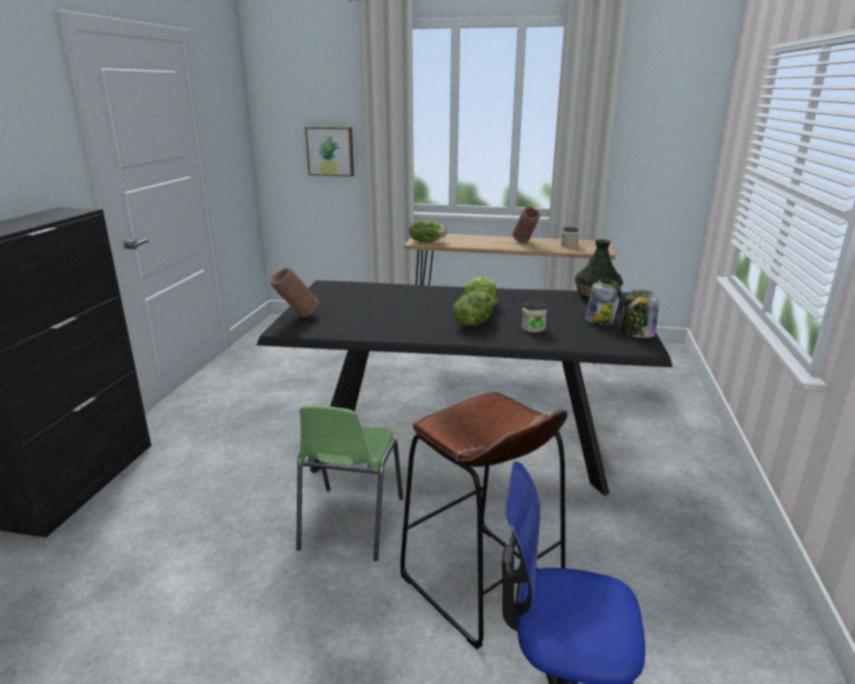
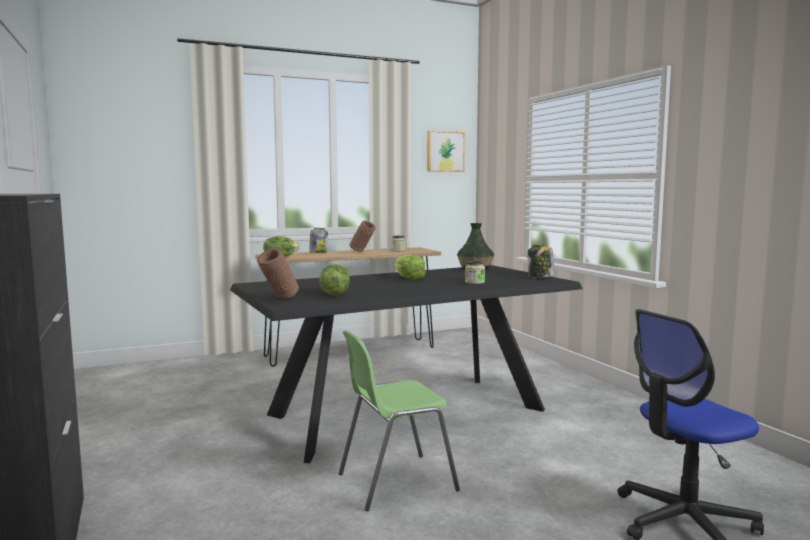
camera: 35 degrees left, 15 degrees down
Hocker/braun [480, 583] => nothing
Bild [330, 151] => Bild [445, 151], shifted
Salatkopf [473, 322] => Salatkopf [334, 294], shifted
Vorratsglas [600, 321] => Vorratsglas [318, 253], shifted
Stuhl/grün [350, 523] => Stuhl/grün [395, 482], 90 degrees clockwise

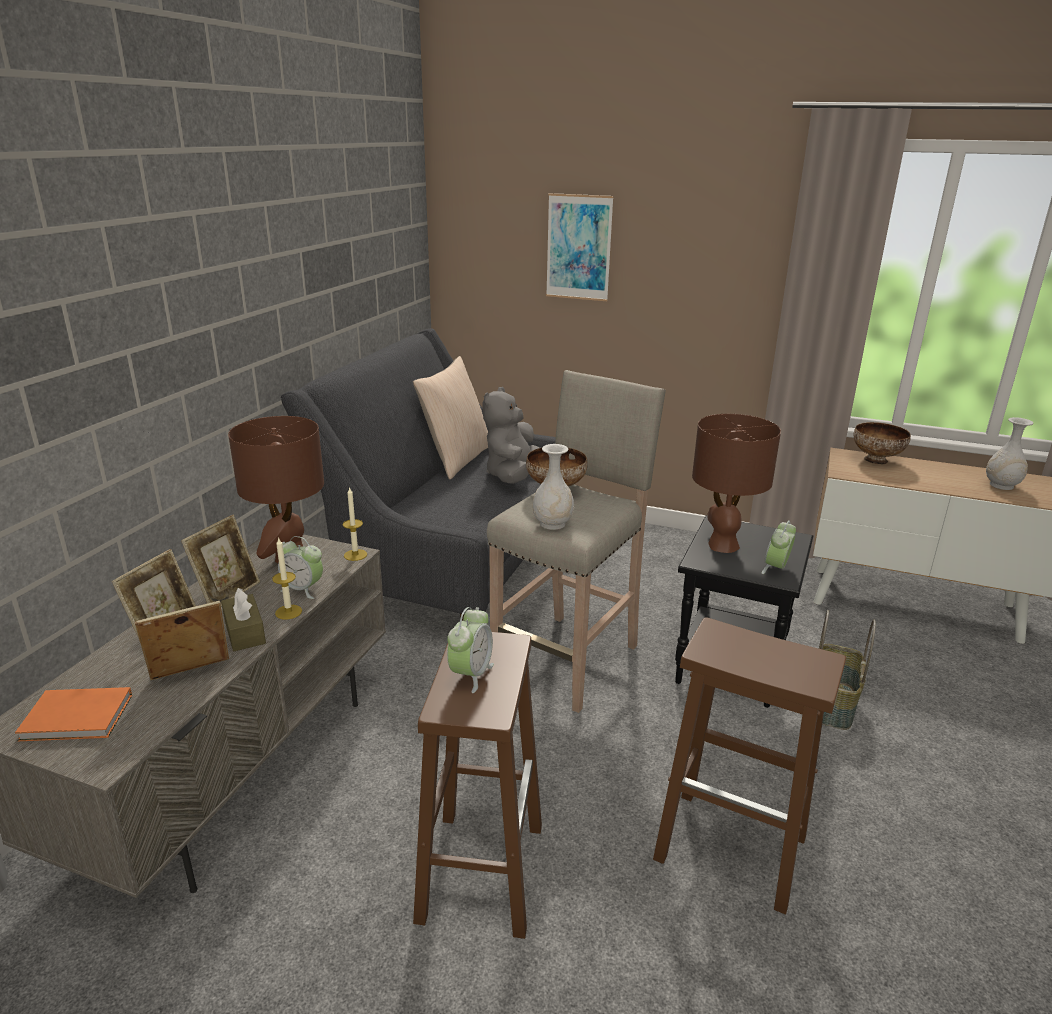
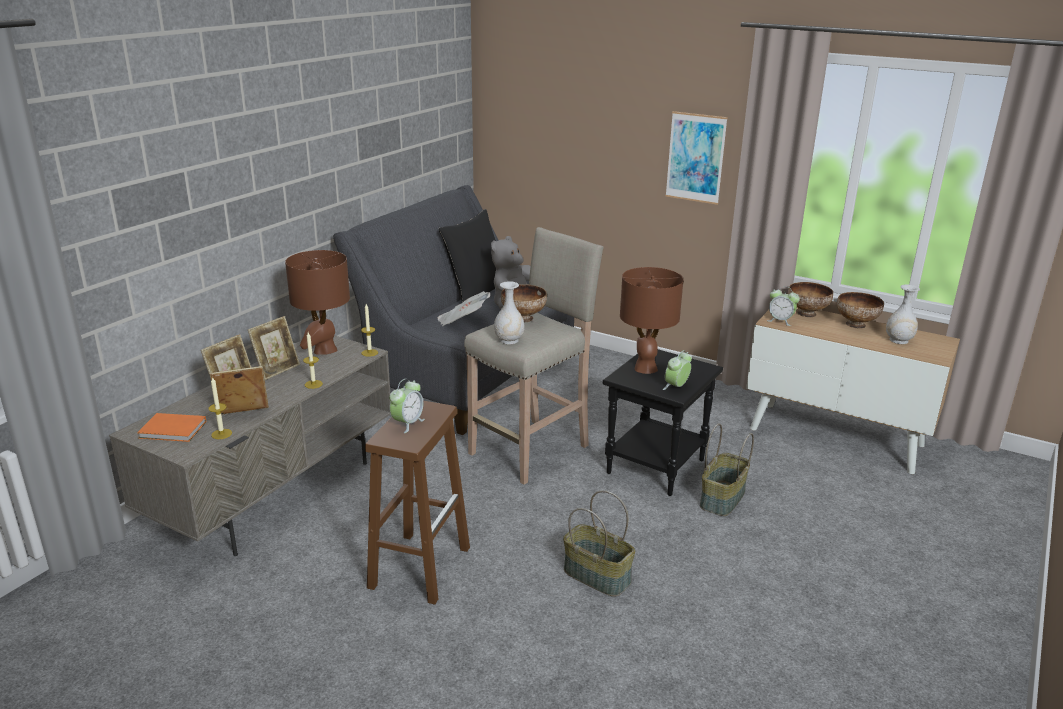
camera: 10 degrees right, 0 degrees up
Taschentuchbox/braun [245, 632] => nothing
nothing => Kerze [221, 434]
nothing => Zeitung [462, 322]
nothing => Schüssel [856, 325]
Wecker [303, 589] => Wecker [780, 321], shifted
Bild [578, 247] => Bild [695, 158], shifted
Hocker/braun [733, 848] => Korb [598, 575]
Kissen/beige [456, 459] => Kissen/schwarz [476, 292]

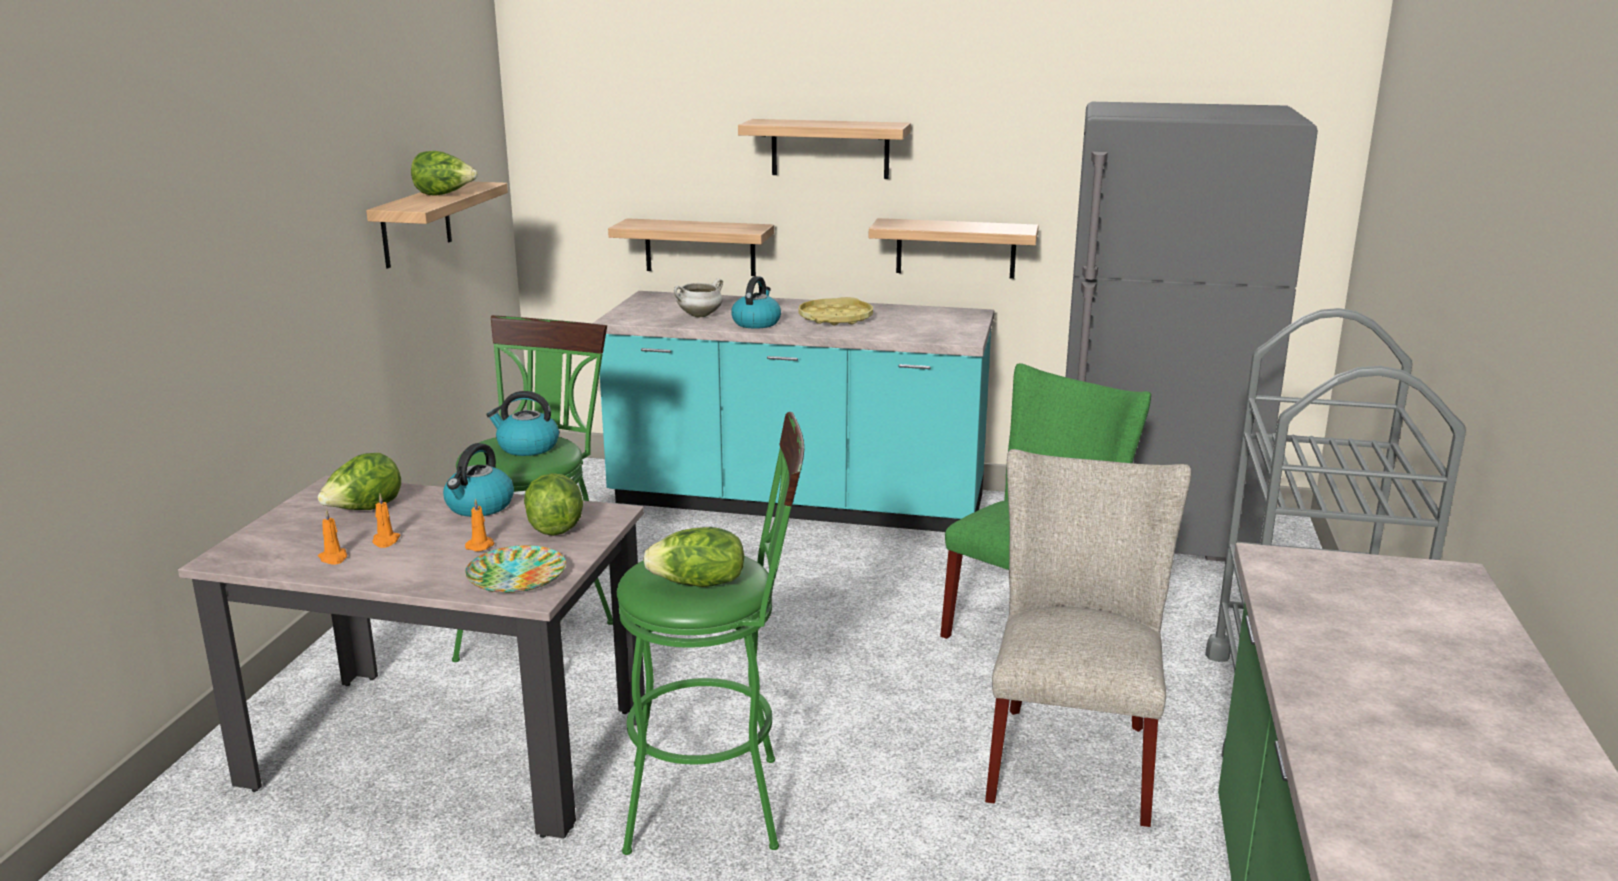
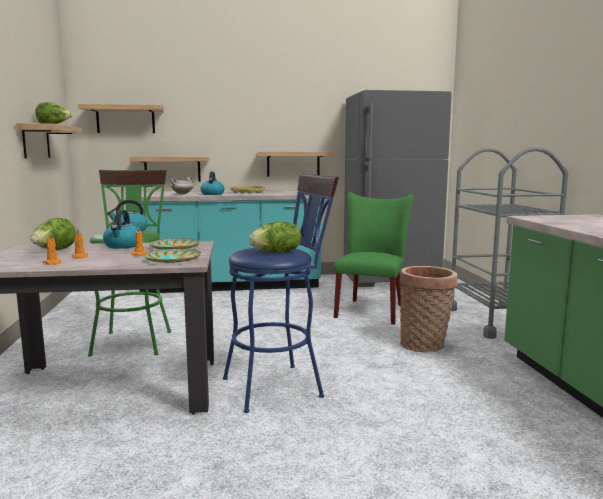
camera: 20 degrees left, 10 degrees down
Wandregal [830, 148] => Wandregal [125, 119], shifted
Salatkopf [555, 526] => Teller [174, 247]
Stuhl/beige [1071, 755] => Korb [425, 345]
Hocker/grün [720, 803] => Hocker/blau [280, 385]

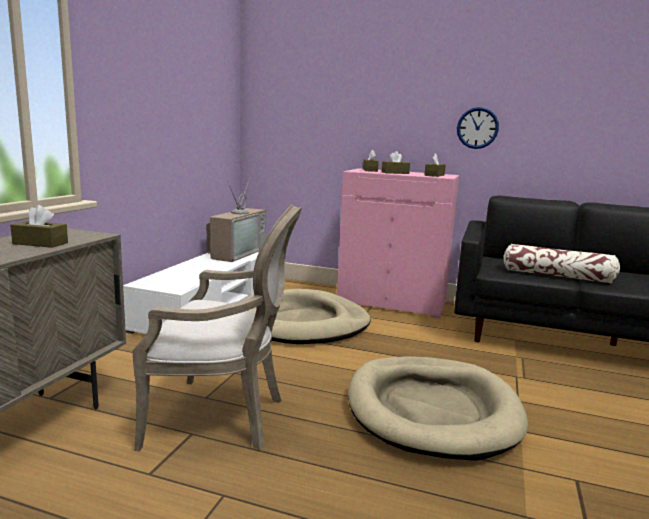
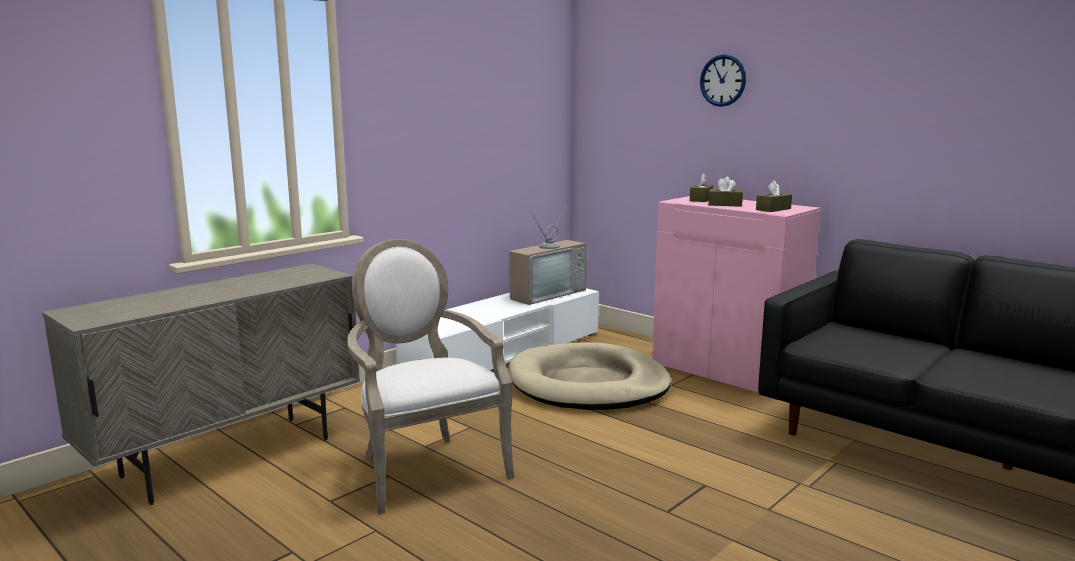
camera: 25 degrees right, 0 degrees up
Taschentuchbox/braun [40, 243] => nothing
Hundebett/beige [432, 410] => nothing
Kissen [557, 276] => nothing
Wanduhr [477, 128] => Wanduhr [723, 80], shifted
Sessel [223, 418] => Sessel [426, 467], 150 degrees counterclockwise

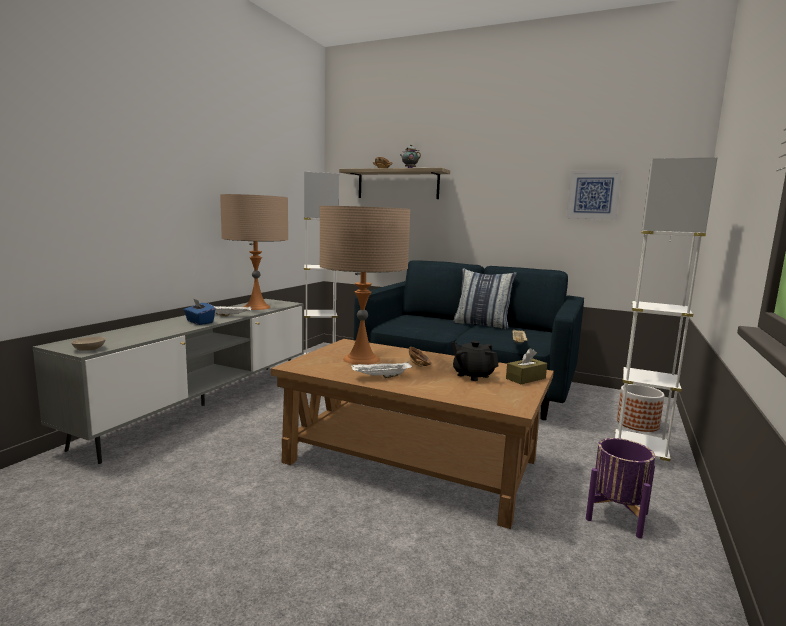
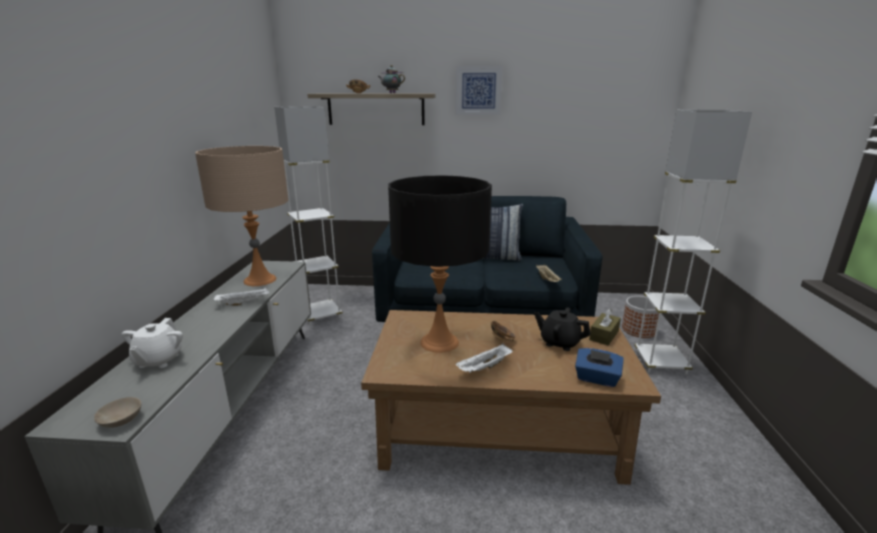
camera: 20 degrees left, 10 degrees up
Pflanzkübel/lila [617, 516] => nothing
nothing => Teekanne/weiß [158, 360]
Taschentuchbox/blau [199, 322] => Taschentuchbox/blau [596, 378], shifted
Bild [593, 195] => Bild [478, 90], shifted
Tischlampe/beige [361, 359] => Tischlampe/schwarz [439, 342]

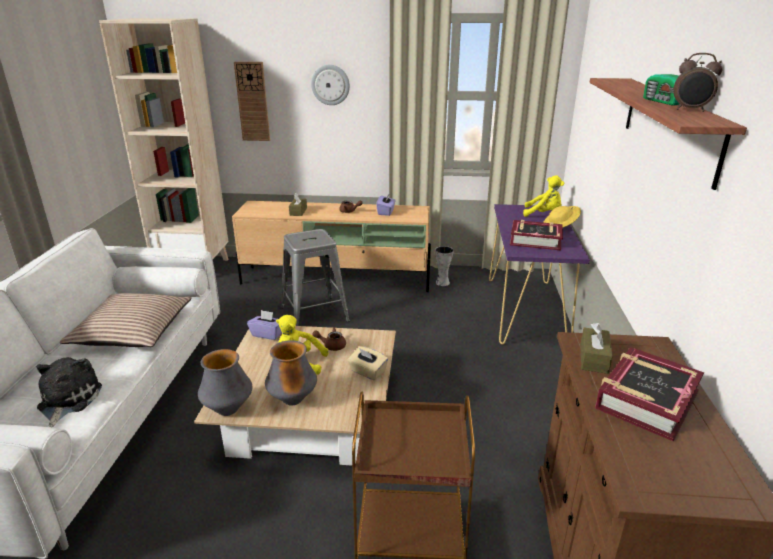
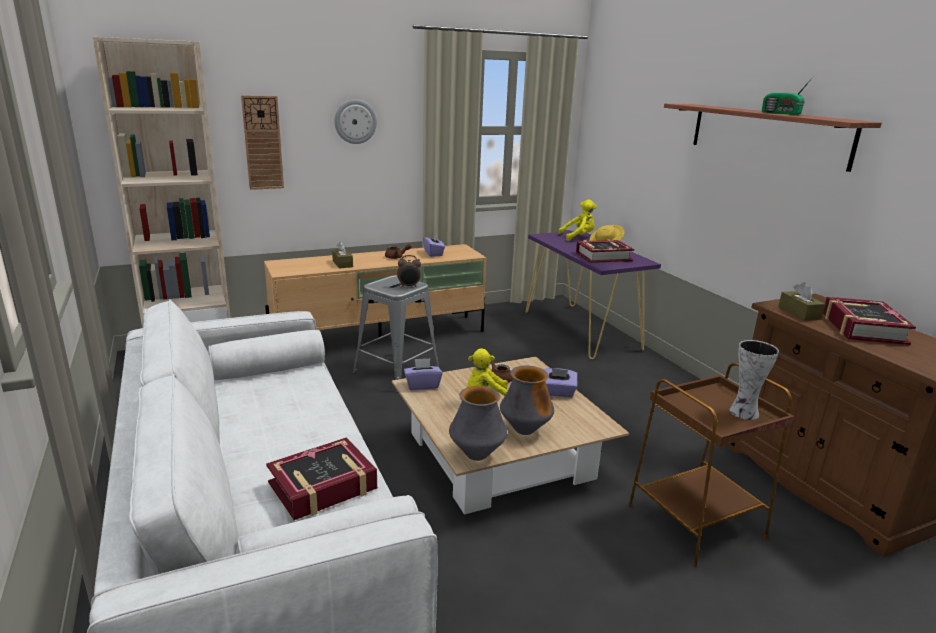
camera: 30 degrees left, 5 degrees down
Kissen [132, 331] => nothing
Vase [441, 282] => Vase [742, 412], shifted
Wecker [690, 110] => Wecker [409, 286], shifted
Plüschtier [67, 400] => Buch [323, 486]
Taschentuchbox/beige [367, 372] => Taschentuchbox/lila [557, 392]

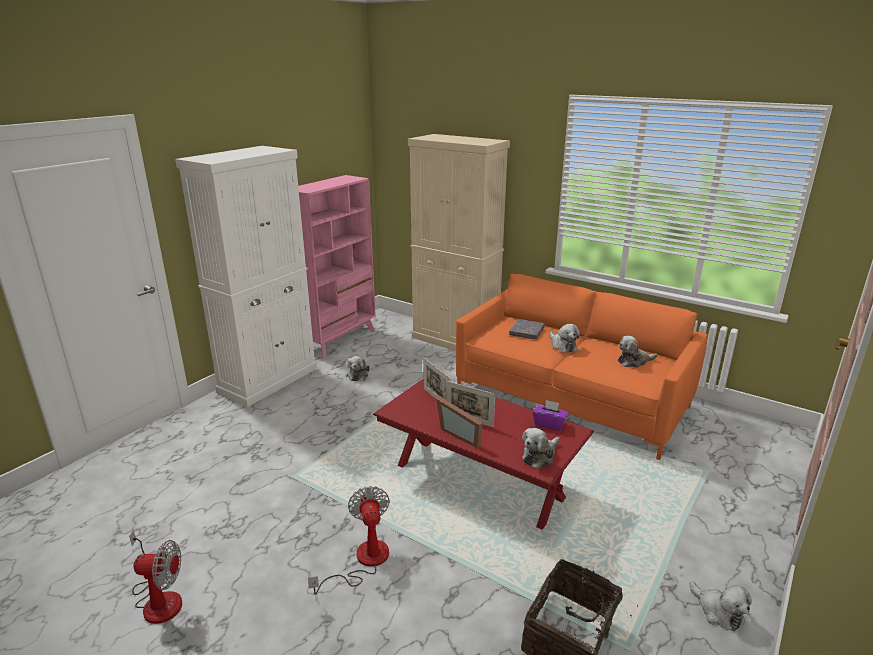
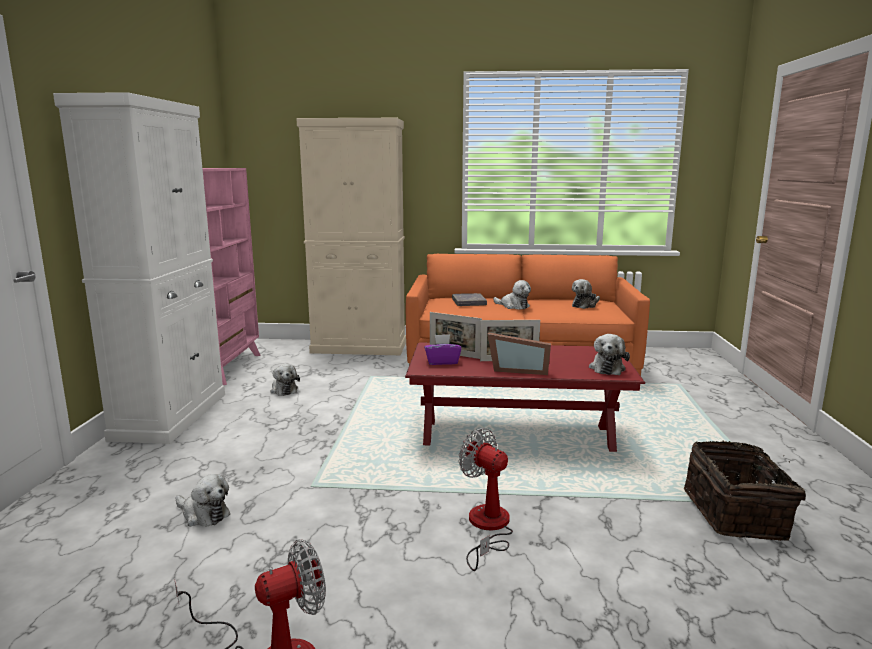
camera: 30 degrees left, 10 degrees down
Taschentuchbox/lila [549, 424] => Taschentuchbox/lila [442, 362], shifted
Plüschtier [718, 612] => Plüschtier [203, 514], shifted

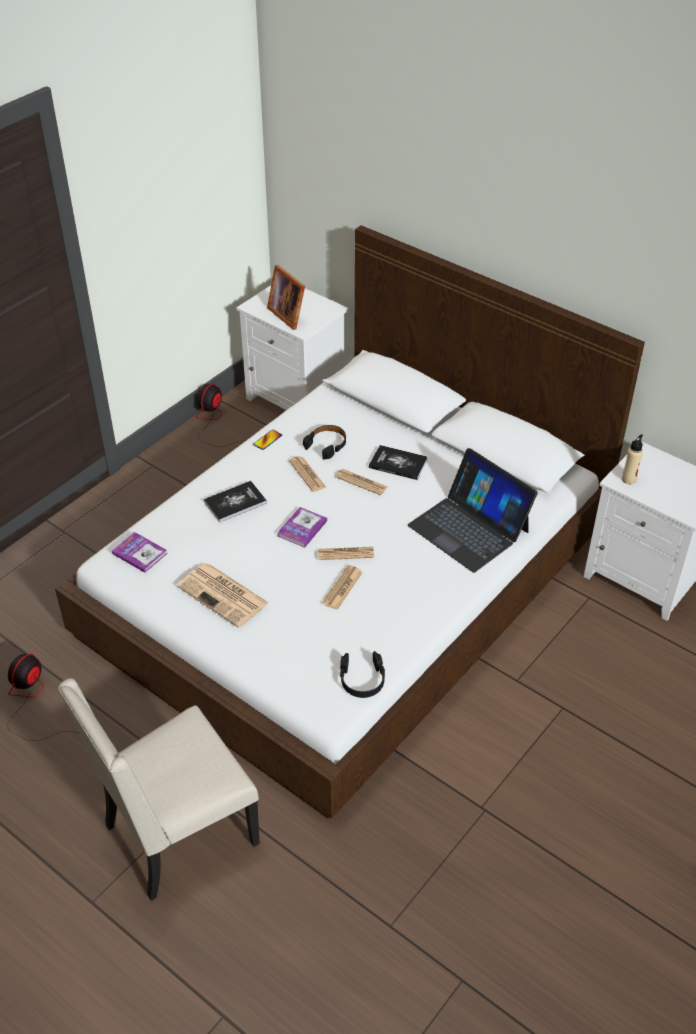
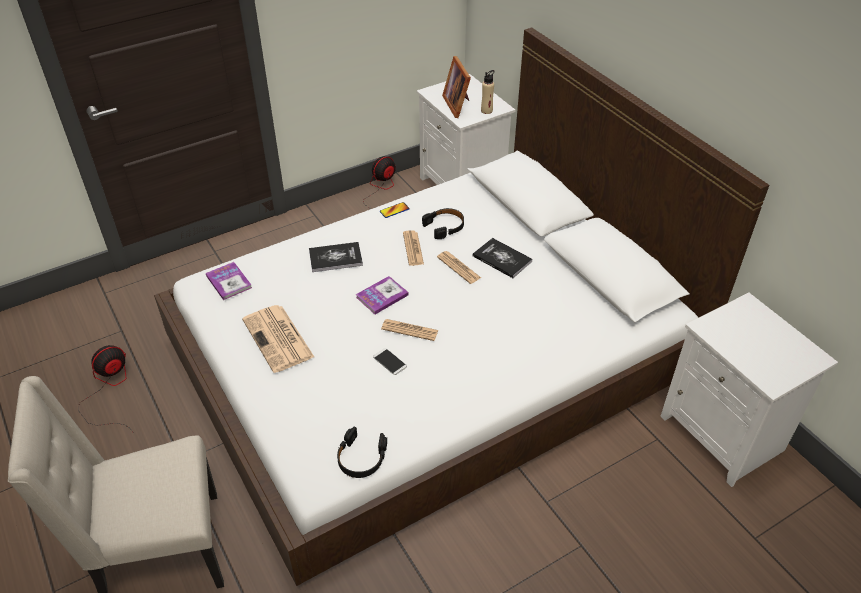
camera: 20 degrees right, 0 degrees up
Laptop [469, 528] => nothing
Flasche/beige [629, 479] => Flasche/beige [486, 111], shifted
Zeitung [342, 588] => Handy [390, 362]

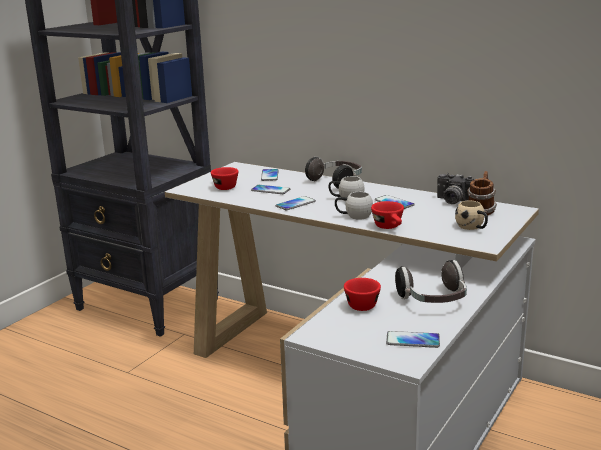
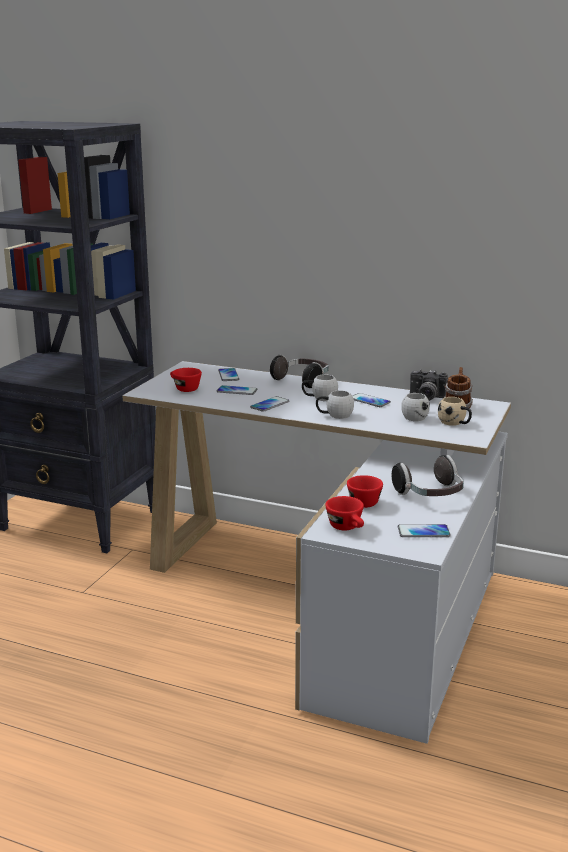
camera: 10 degrees left, 0 degrees up
nothing => Henkelbecher/weiß [416, 416]
Tasse/rot [390, 227] => Tasse/rot [347, 528], shifted

